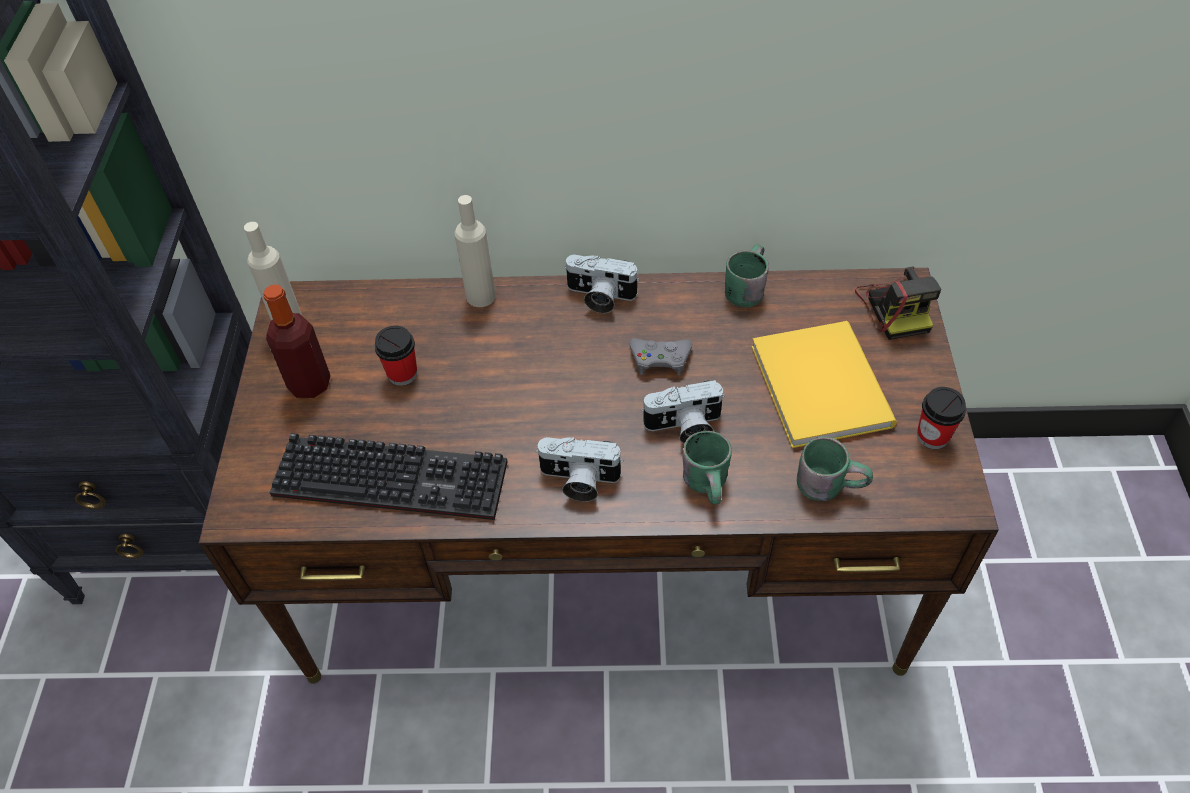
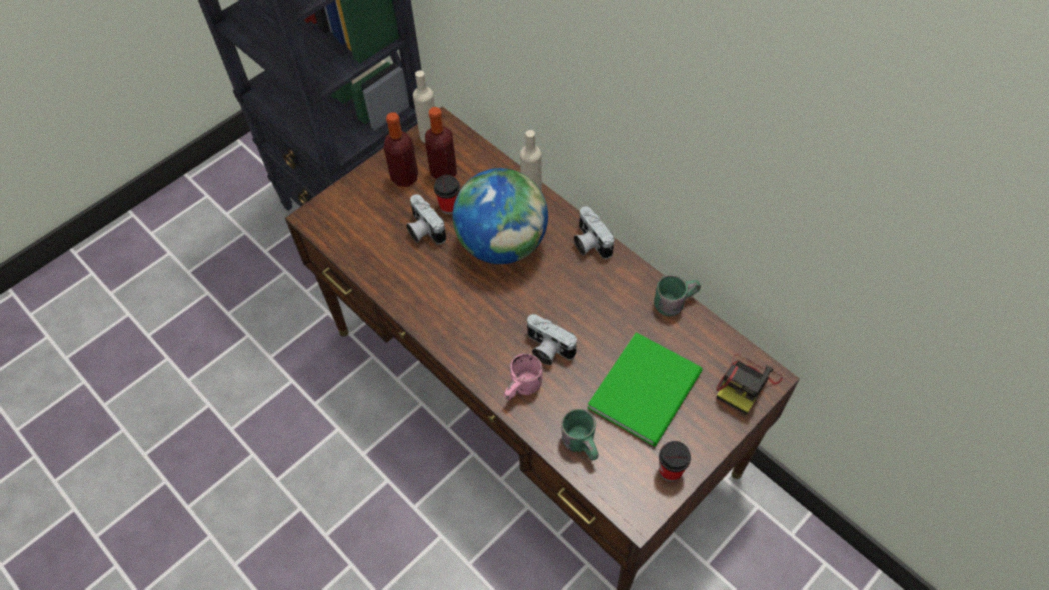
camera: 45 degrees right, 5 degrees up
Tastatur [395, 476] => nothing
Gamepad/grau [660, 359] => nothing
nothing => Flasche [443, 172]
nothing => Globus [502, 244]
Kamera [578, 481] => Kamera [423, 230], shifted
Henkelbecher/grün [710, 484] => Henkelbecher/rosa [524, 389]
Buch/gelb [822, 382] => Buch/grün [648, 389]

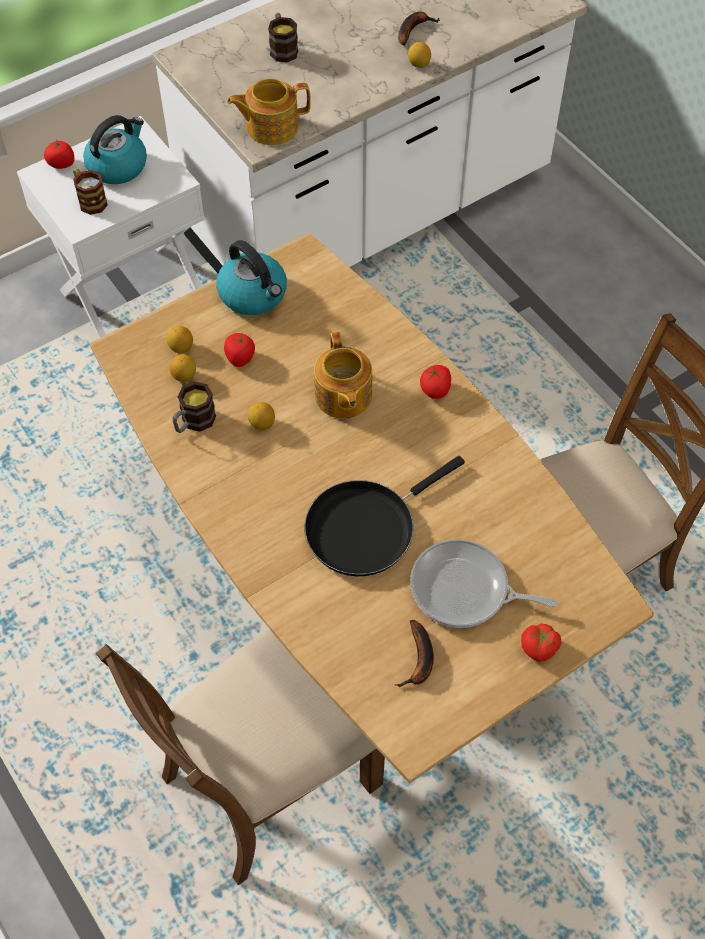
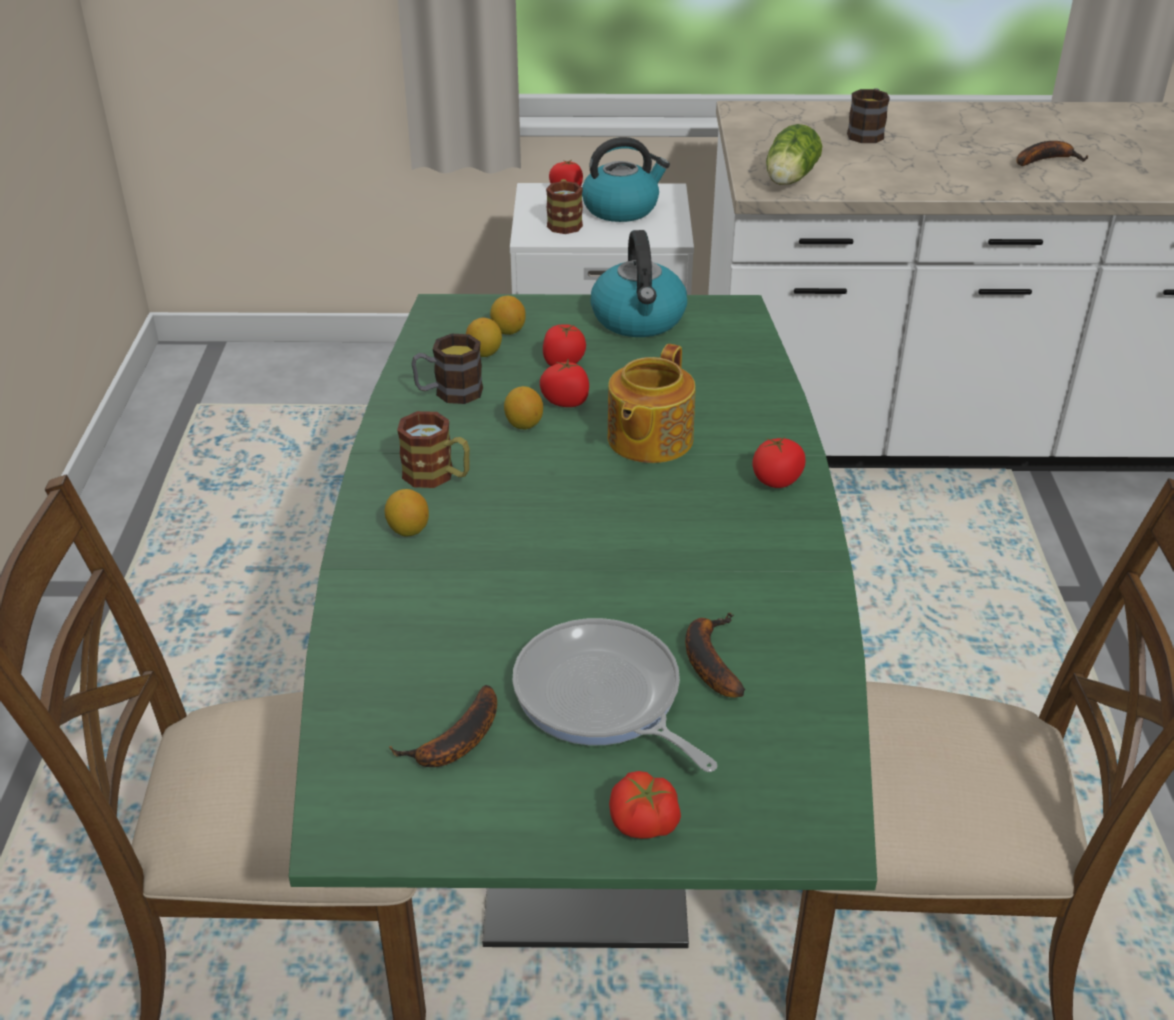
camera: 35 degrees right, 20 degrees down
Pfanne/schwarz [366, 527] => nothing
nothing => Henkelbecher [437, 476]
nothing => Tomate [566, 401]
nothing => Banane [708, 659]
Zitrone [419, 64] => Zitrone [408, 530], shifted
Teekanne [271, 127] => Salatkopf [788, 180]
Esstisch/braun [352, 593] => Esstisch/grün [586, 789]

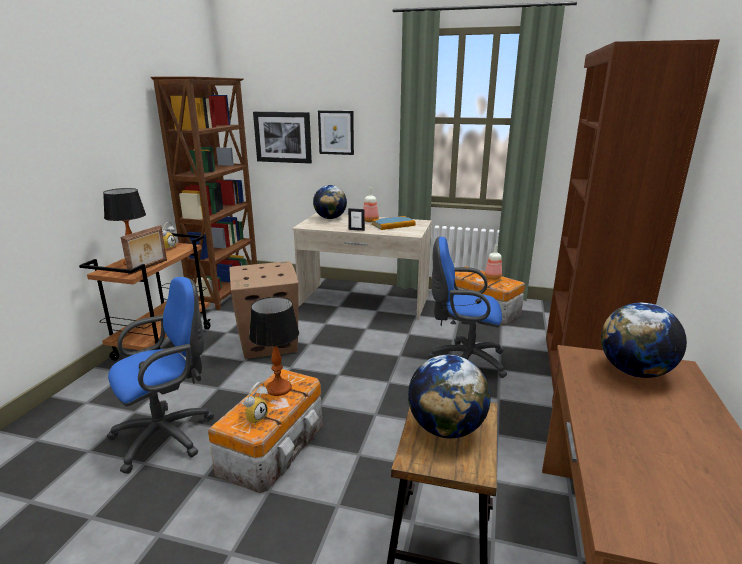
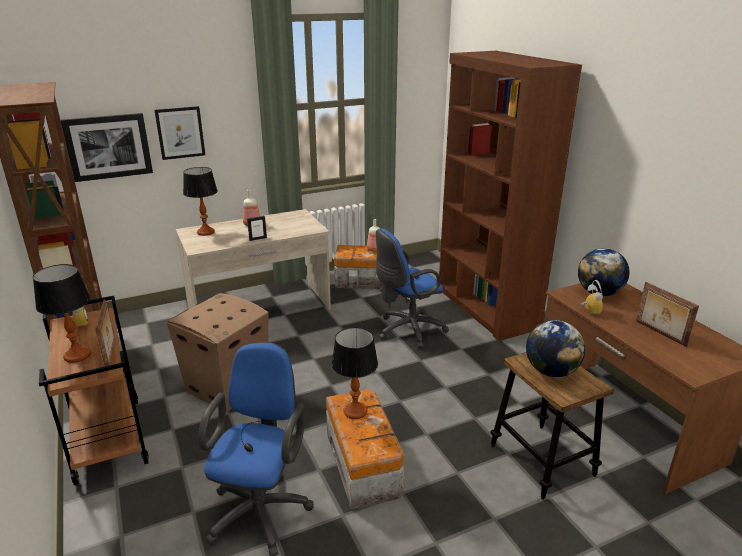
camera: 40 degrees left, 5 degrees up
Buch [393, 225] => nothing
nothing => Bilderrahmen [660, 333]
Wecker [255, 417] => Wecker [588, 311], shifted
Globus [330, 218] => Tischlampe [206, 232]

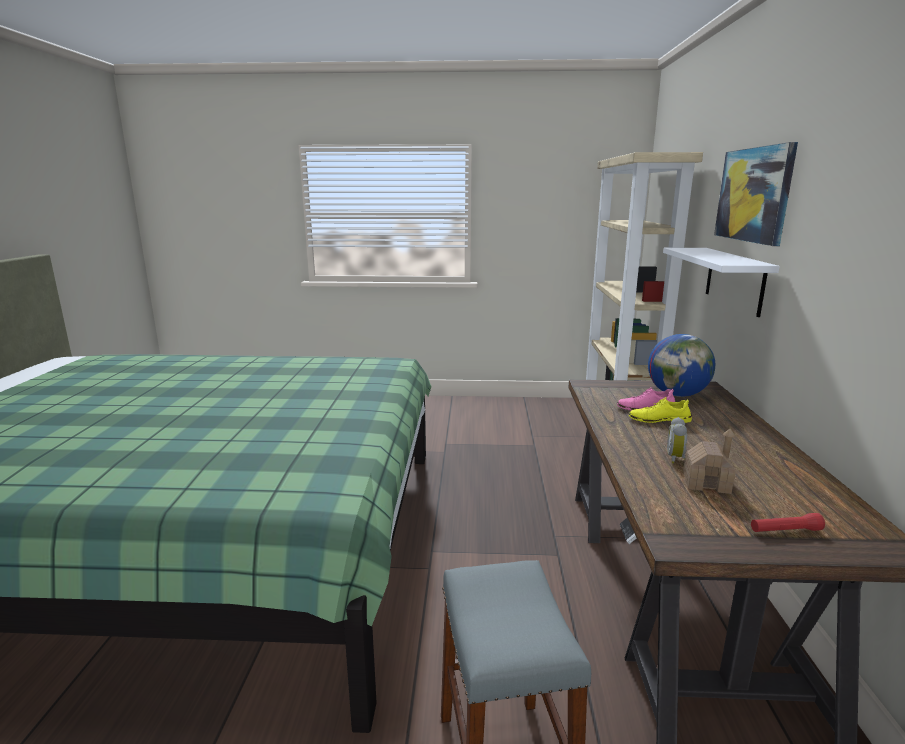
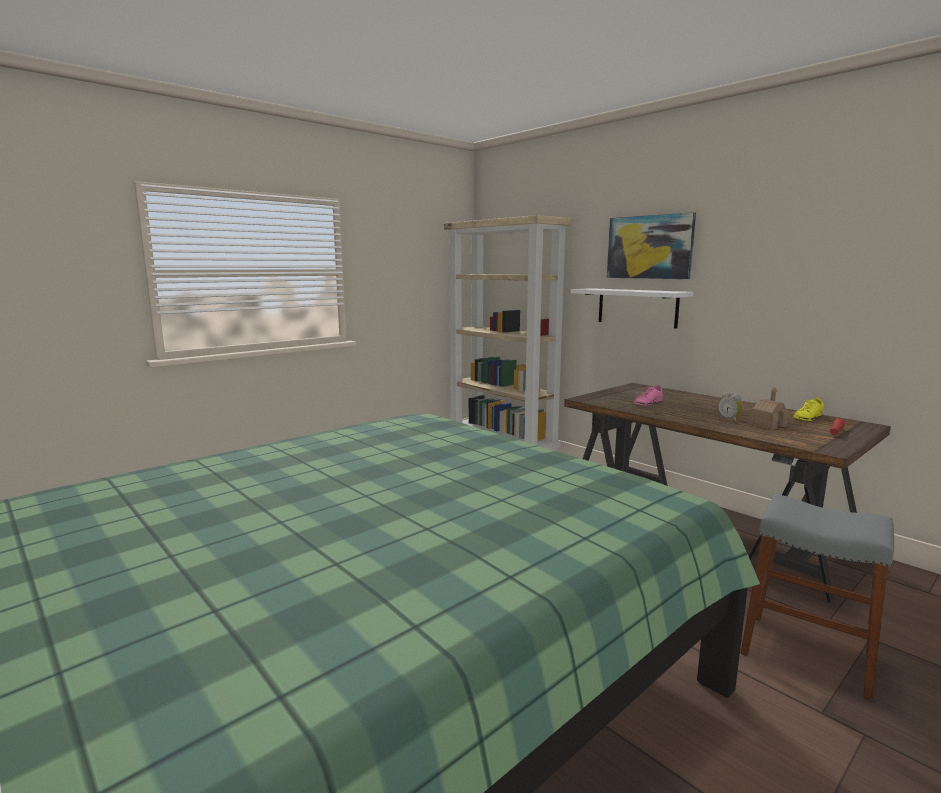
camera: 45 degrees left, 5 degrees down
Globus [677, 394] => nothing
Schuh/gelb [659, 419] => Schuh/gelb [807, 417], shifted

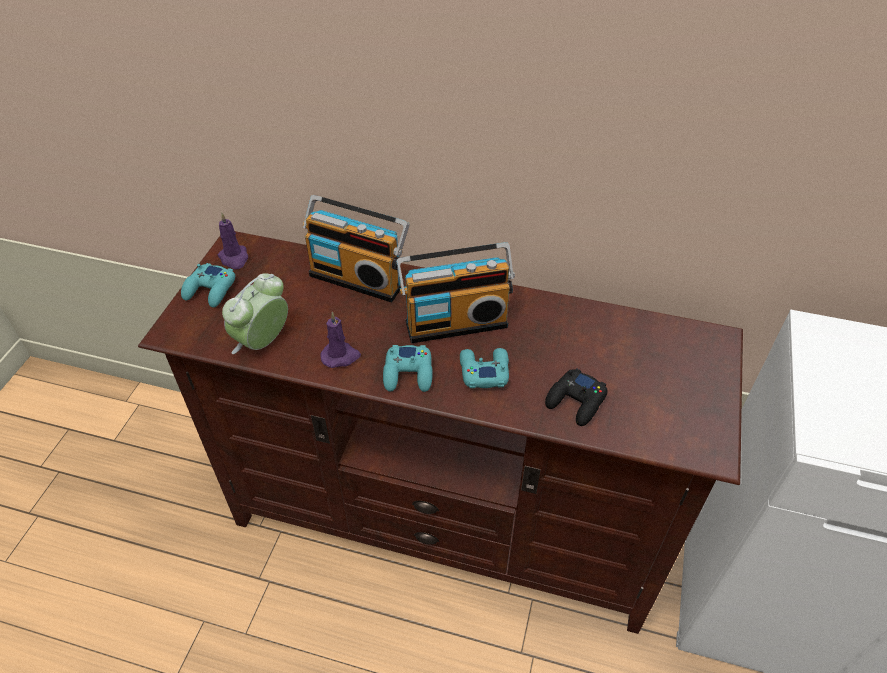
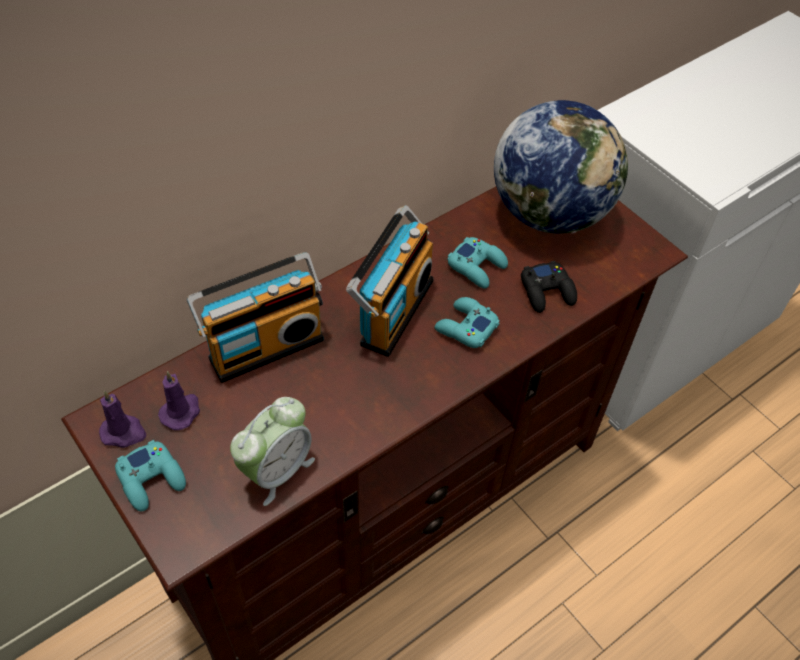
camera: 55 degrees left, 5 degrees up
nothing => Globus [550, 213]
Kerze/lila [341, 356] => Kerze/lila [181, 411], shifted
Gamepad/türkis [408, 373] => Gamepad/türkis [477, 266], shifted
Wecker [263, 342] => Wecker [276, 470], 120 degrees counterclockwise

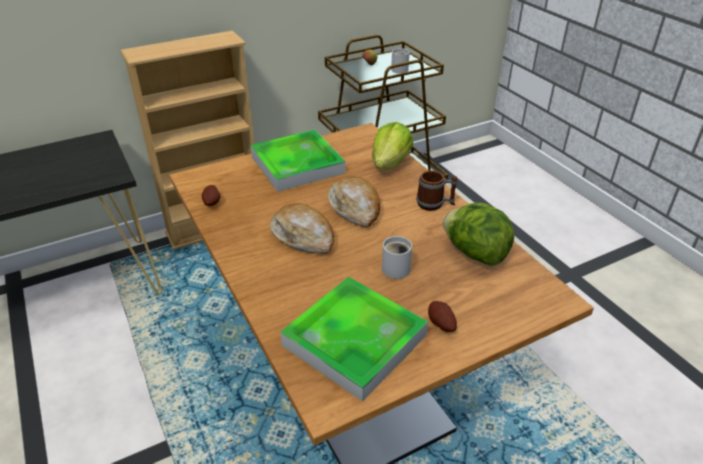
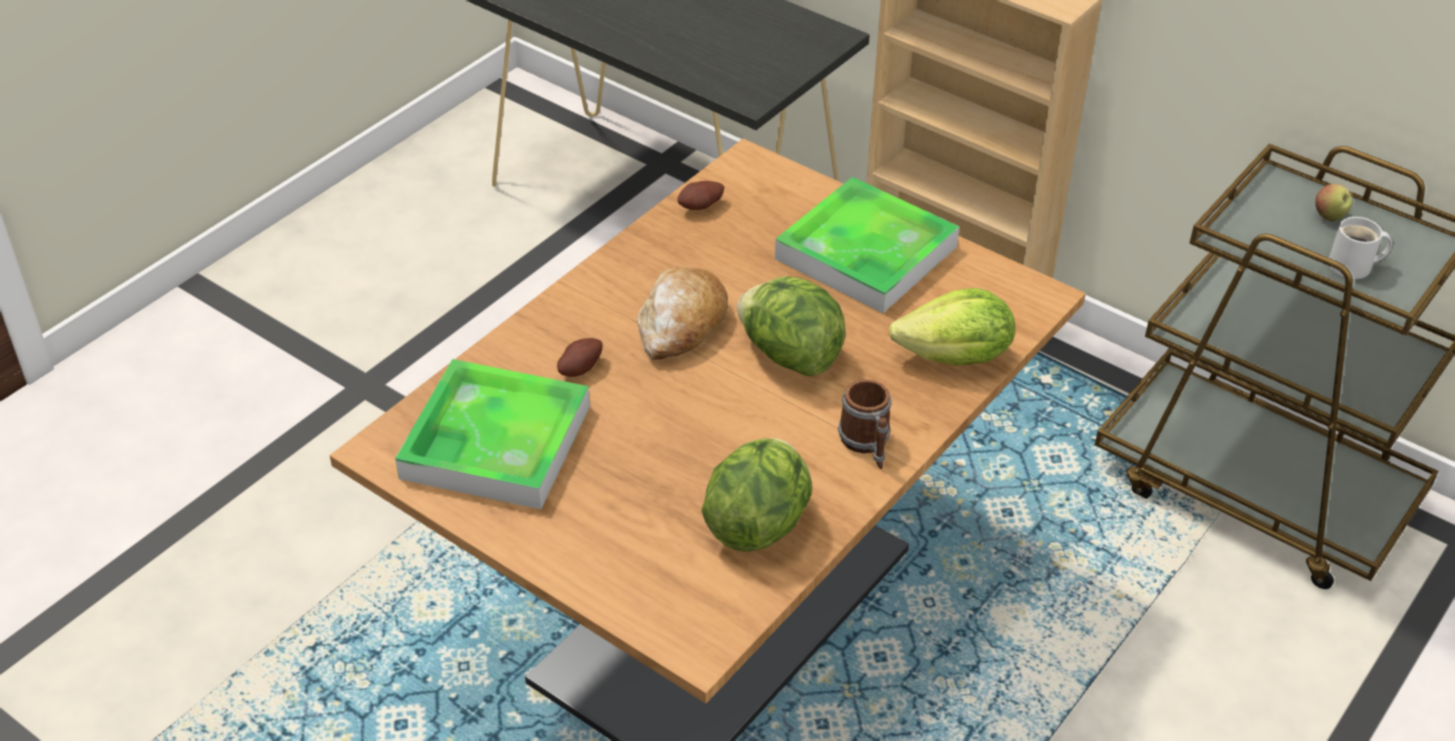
camera: 65 degrees right, 5 degrees up
Henkelbecher/weiß [395, 267] => nothing
Kartoffel [440, 324] => Kartoffel [579, 368], shifted
Brot [355, 208] => Salatkopf [789, 355]

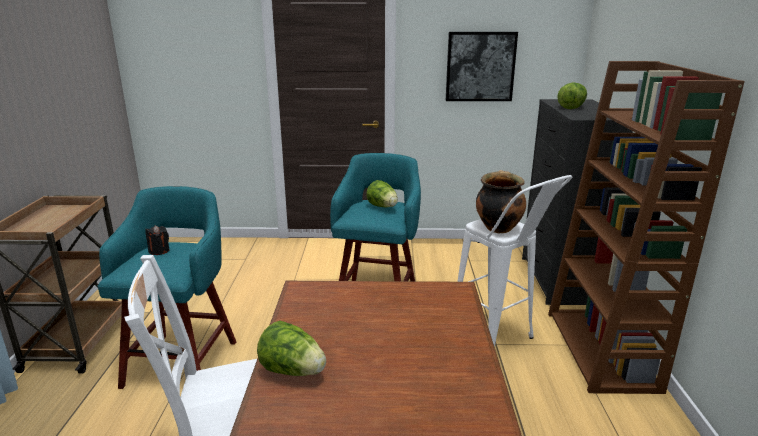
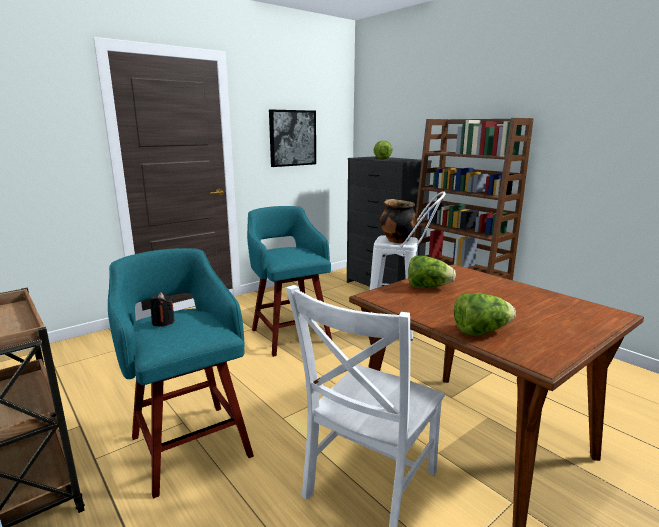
camera: 40 degrees left, 5 degrees down
Salatkopf [383, 207] => Salatkopf [428, 287], shifted

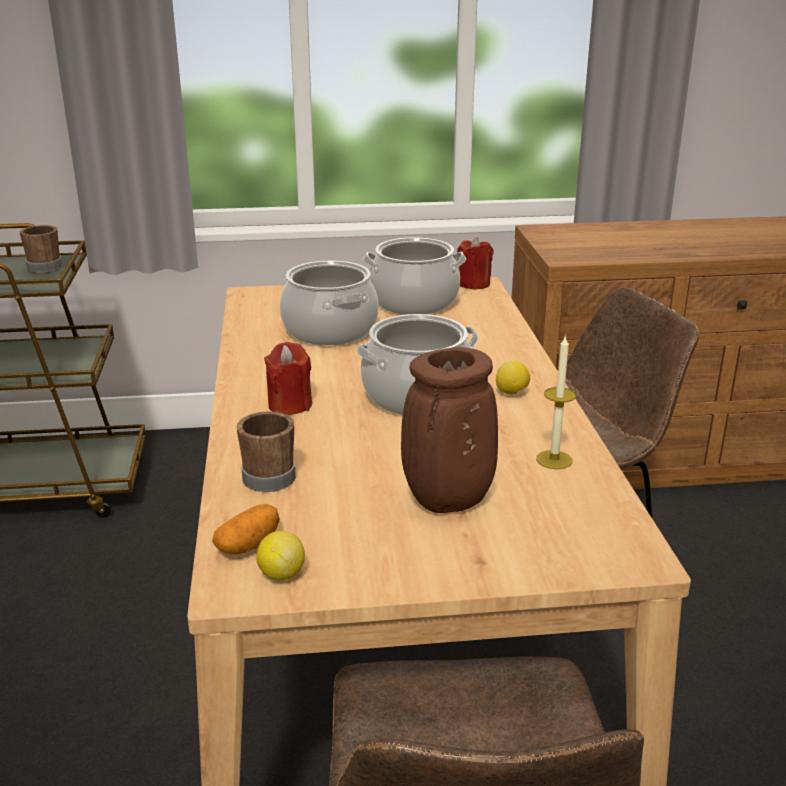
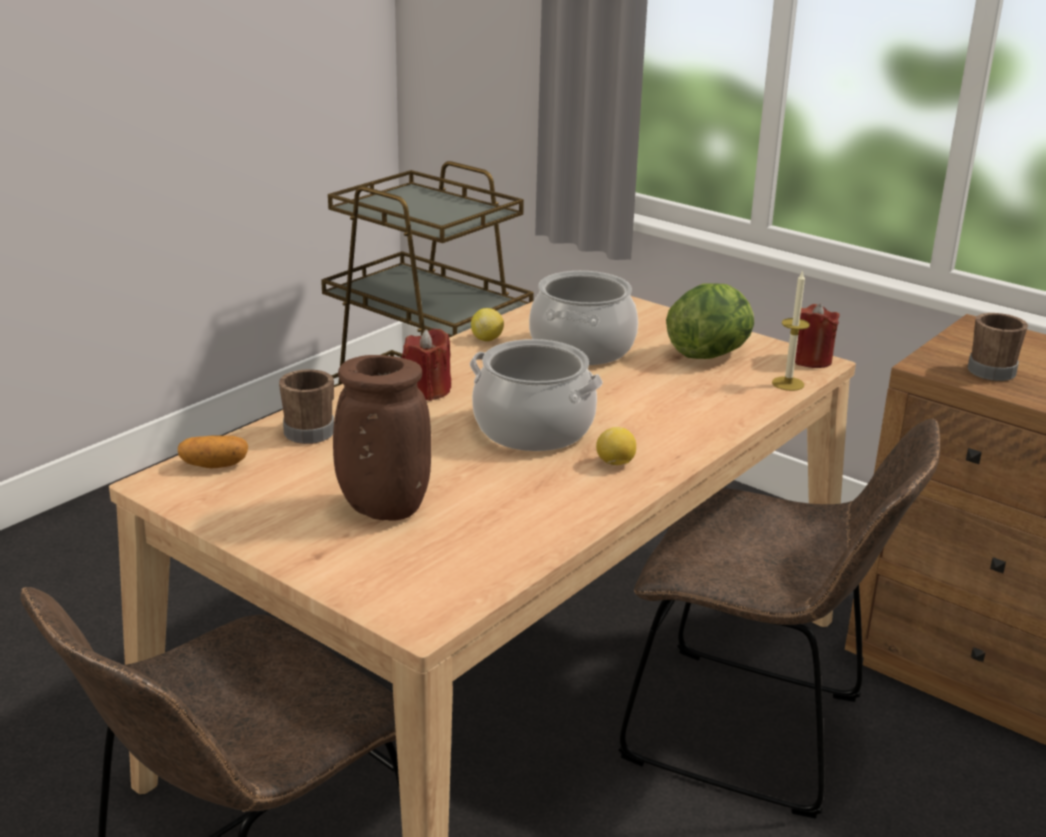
camera: 45 degrees right, 0 degrees up
Henkelbecher/braun [45, 266] => Henkelbecher/braun [993, 370], shifted
Zitrone [281, 574] => Zitrone [487, 339], shifted
Kerze [554, 460] => Kerze [788, 383], shifted
Kochtopf [413, 302] => Salatkopf [710, 354]

